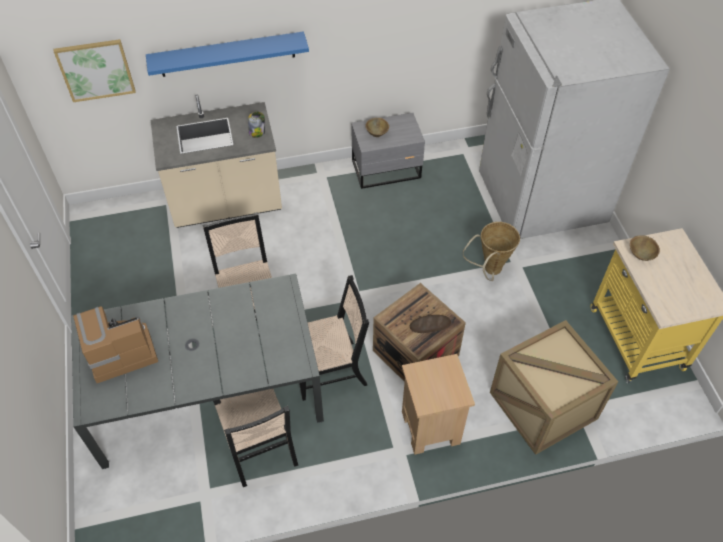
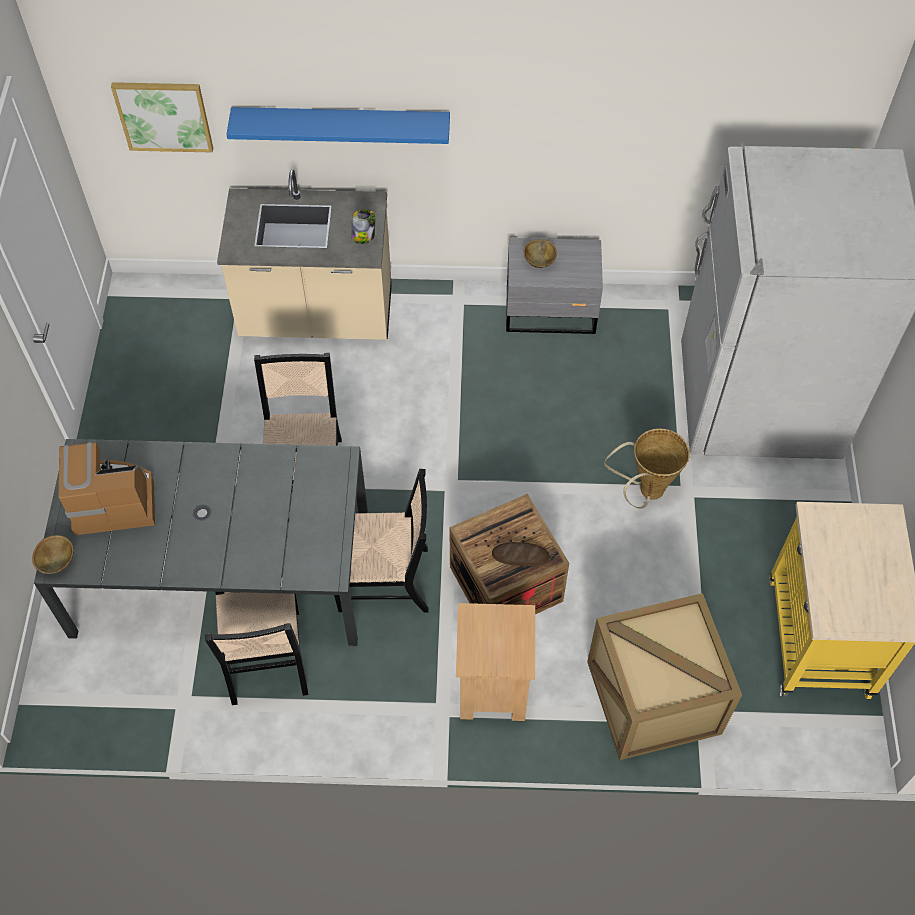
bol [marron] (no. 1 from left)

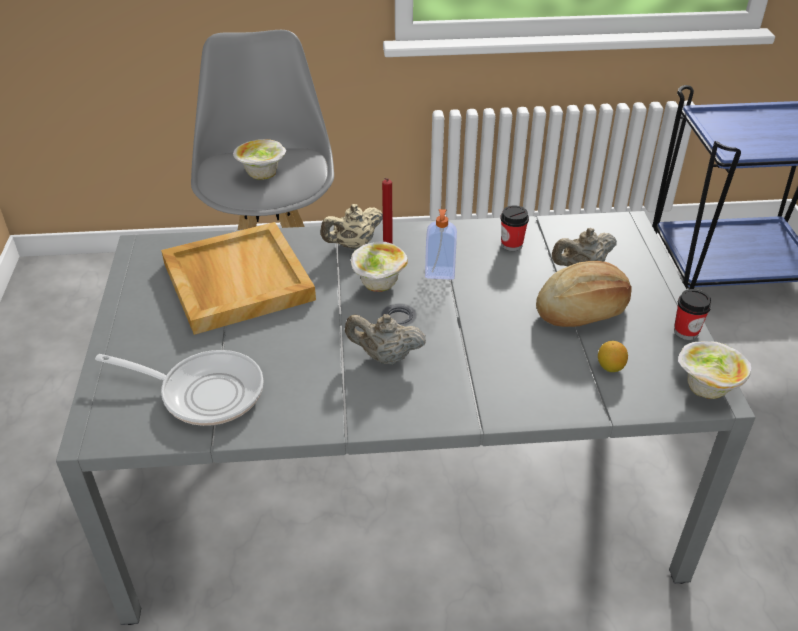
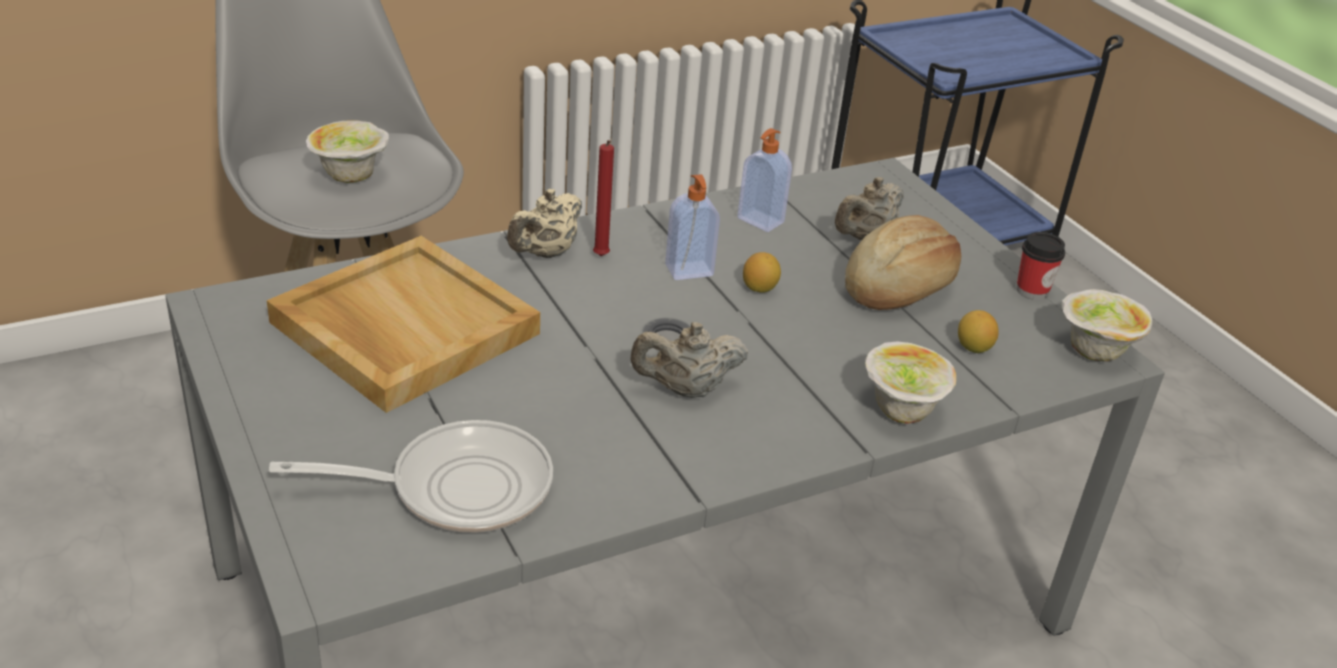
citron (no. 1 from left)
bol (no. 2 from left)
distributeur de savon (no. 2 from left)

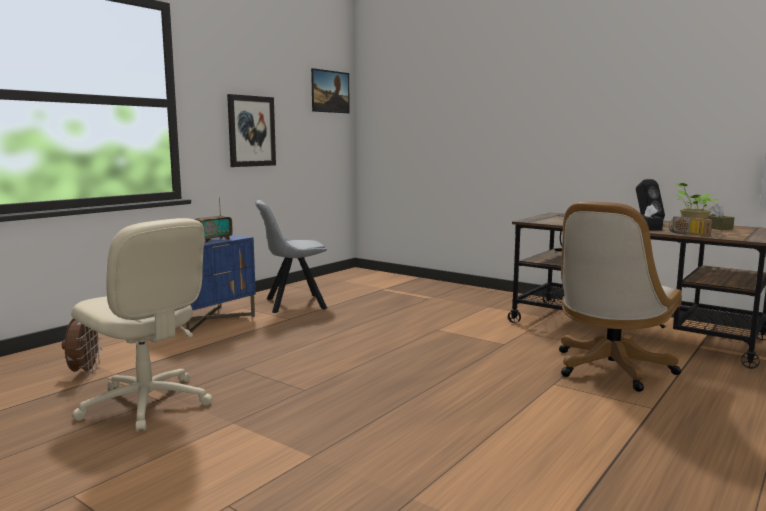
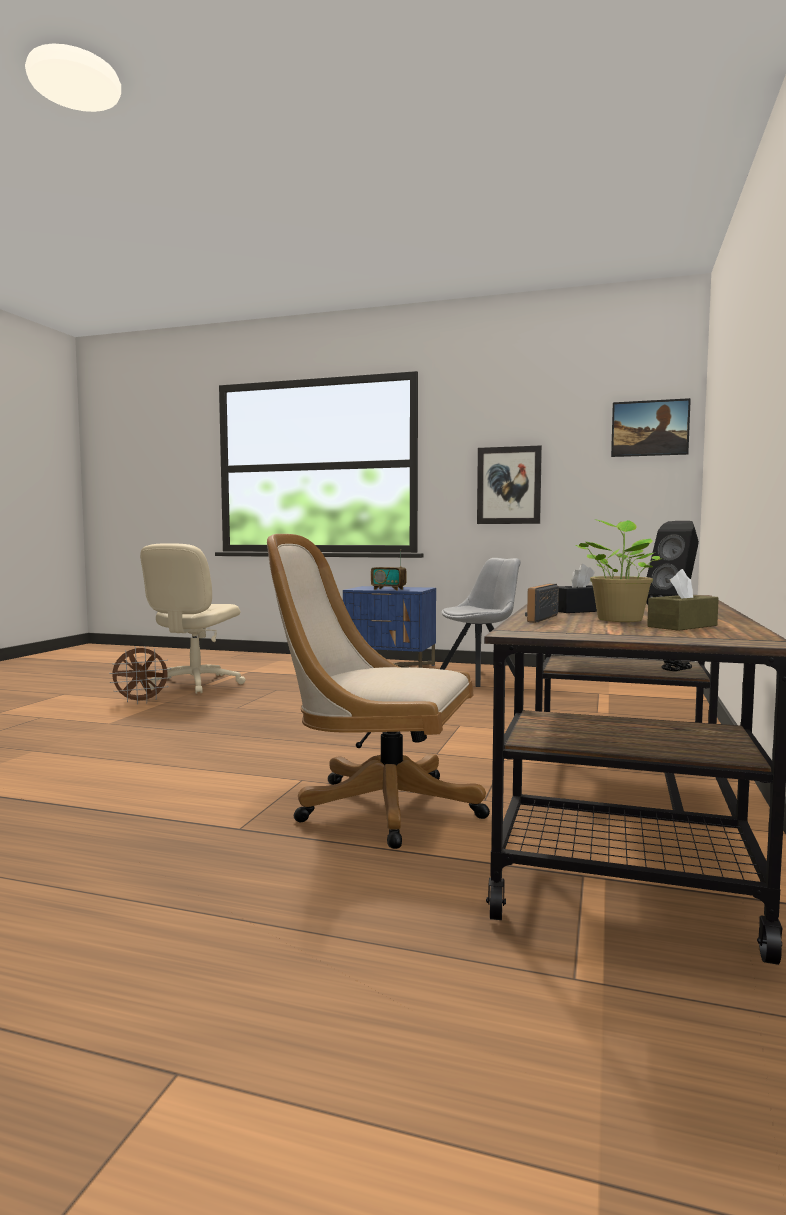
ventilateur [marron]
chaise [gris]

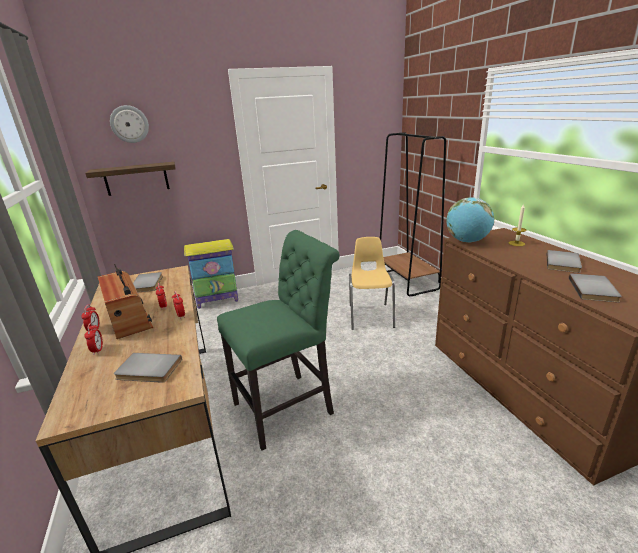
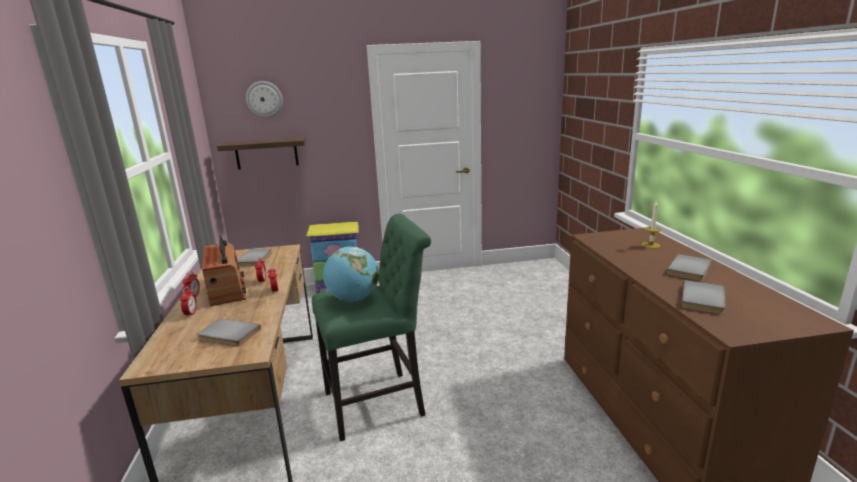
chaise [jaune]
portant
globe

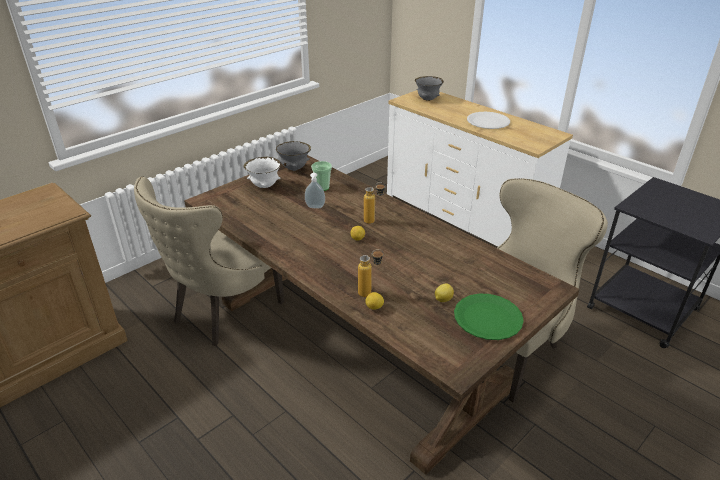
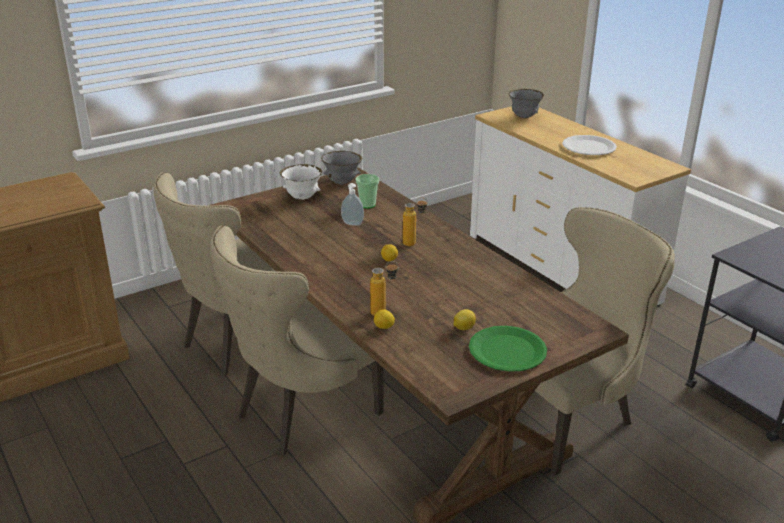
chaise [beige] (no. 2 from left)

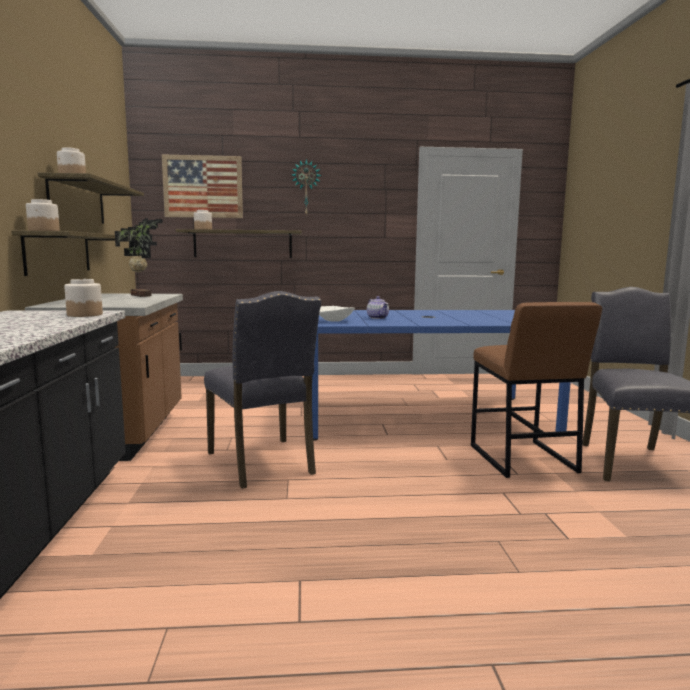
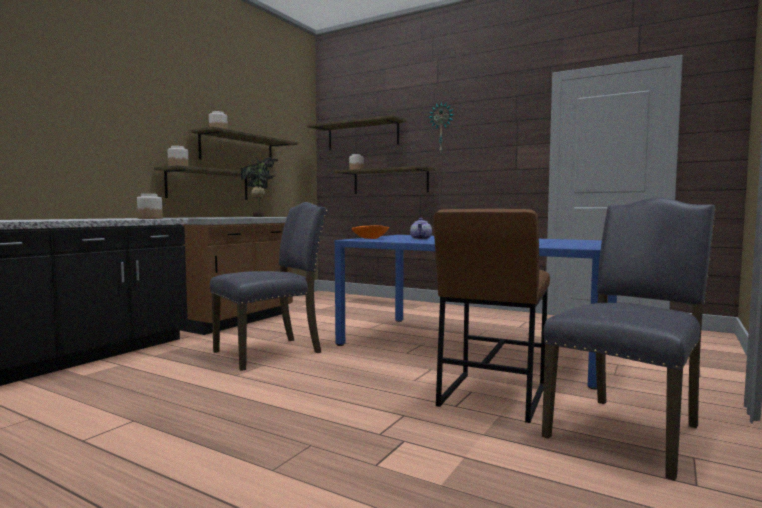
étagère (no. 3 from left)
bol [orange]
chaise [gris] (no. 1 from left)

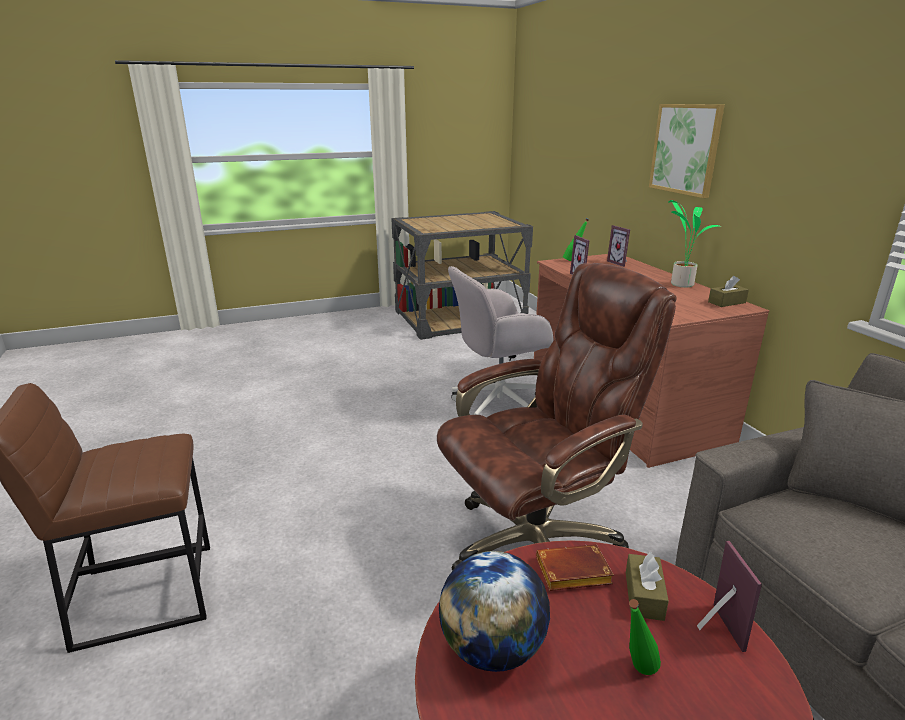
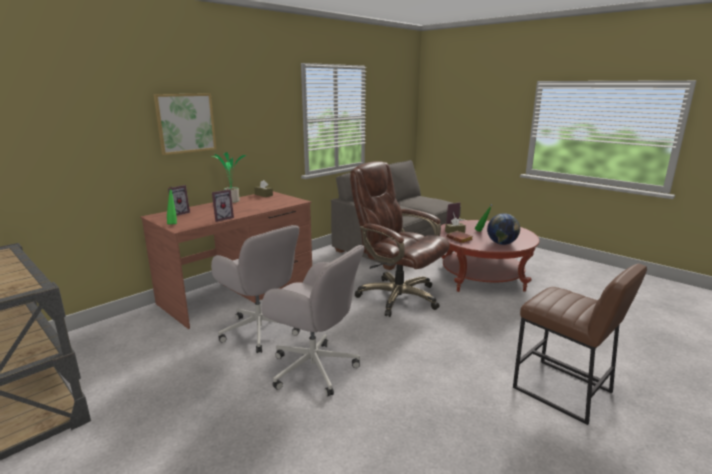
chaise de bureau [gris] (no. 2 from left)

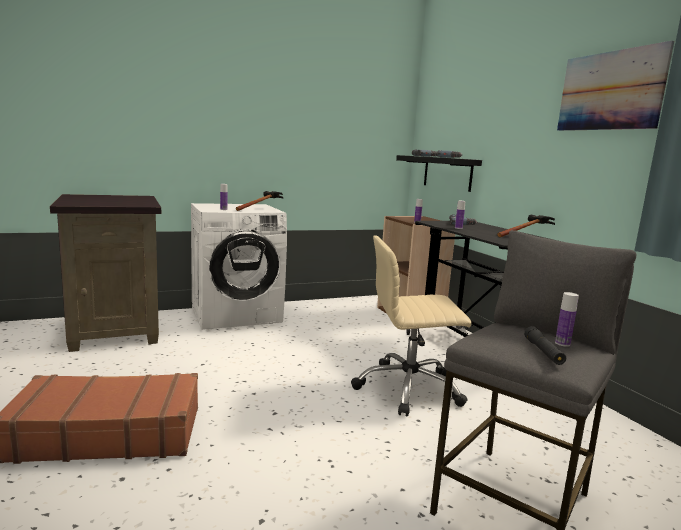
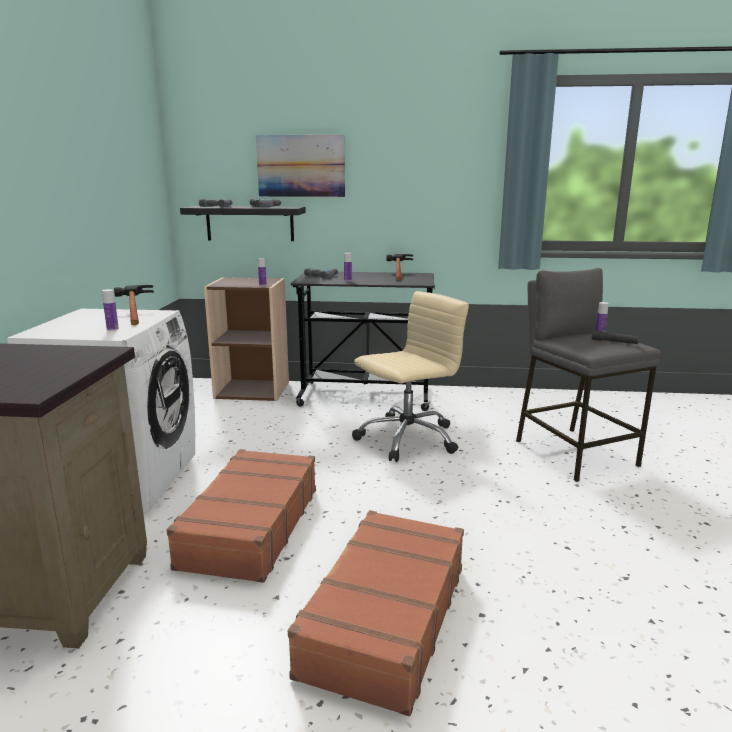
valise [marron] (no. 1 from left)
tableau
chaise de bureau [beige]

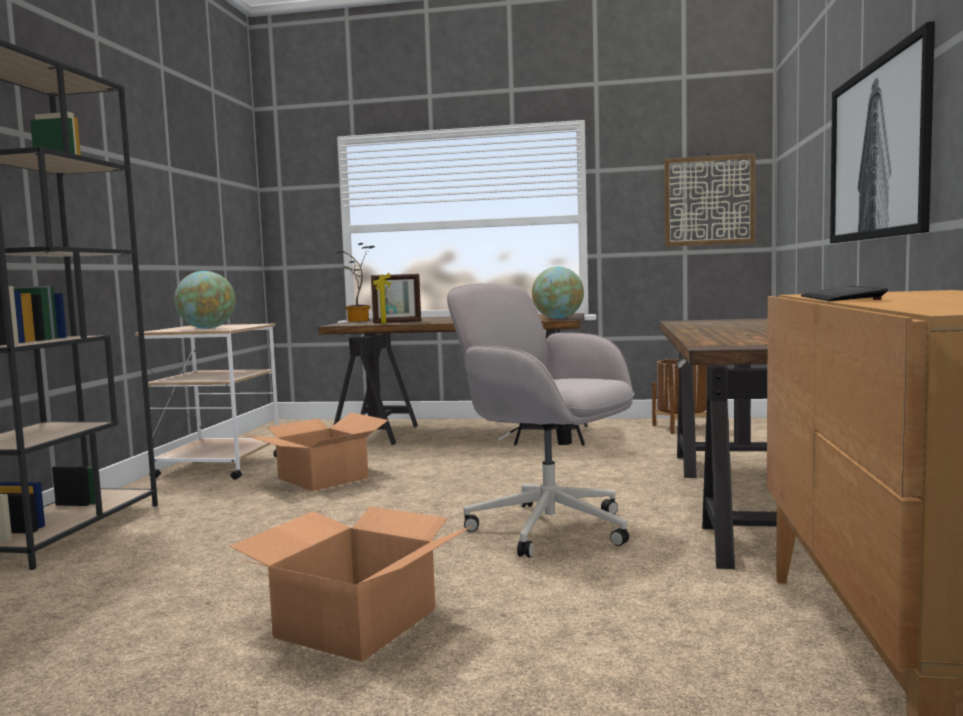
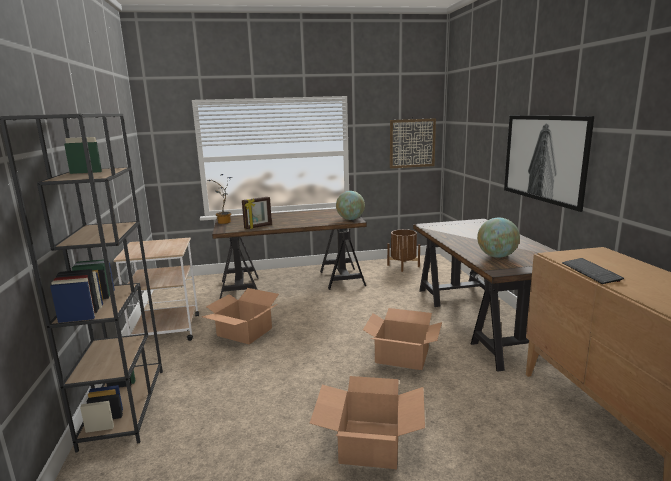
globe (no. 2 from left)
carton (no. 3 from left)

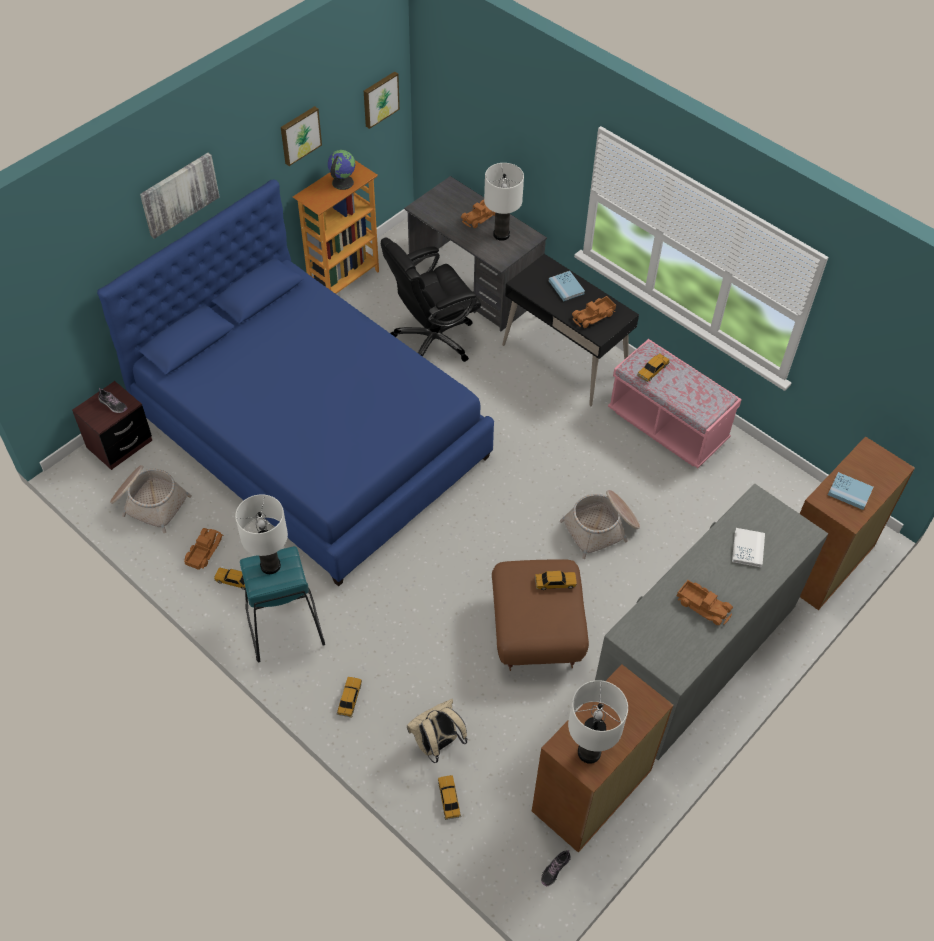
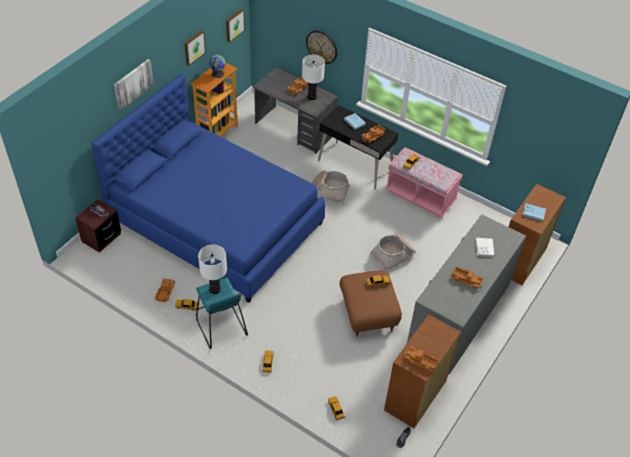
chaise de bureau [noir]
sac à dos [beige]
horloge murale
panier (no. 1 from left)
camion jouet (no. 4 from left)

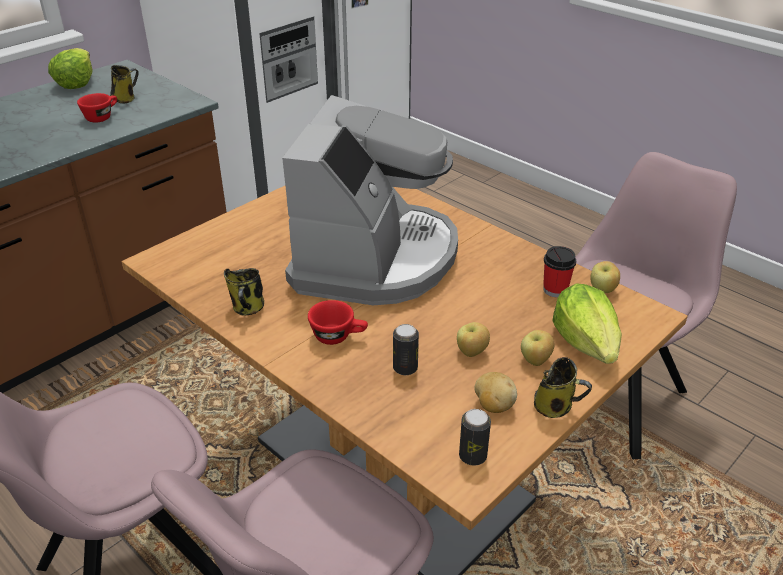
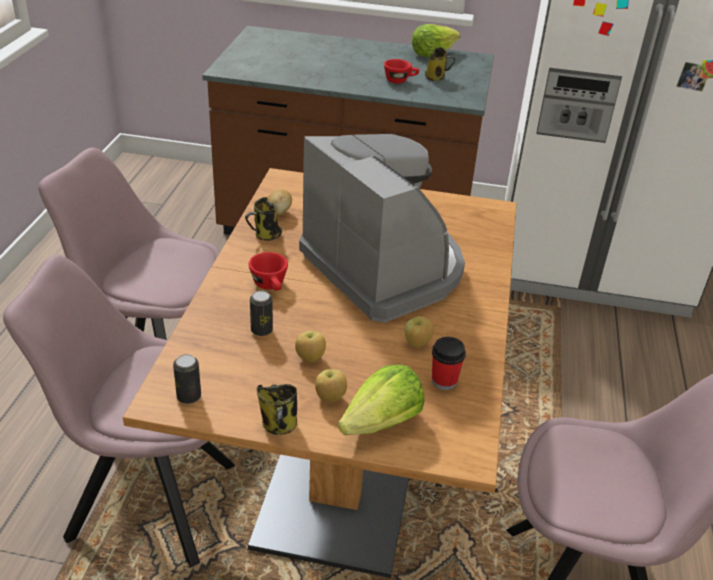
pomme de terre
pomme (no. 3 from left)
machine à café

